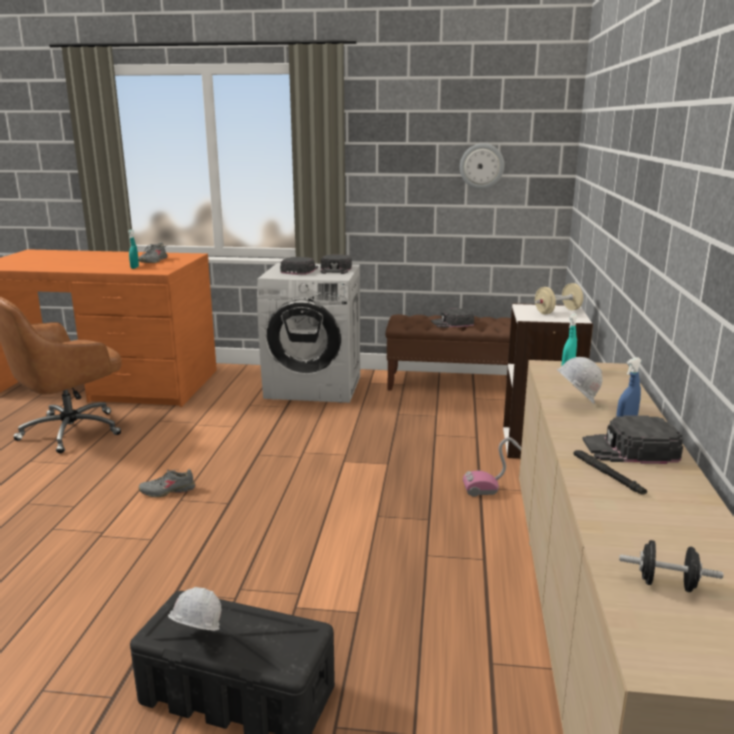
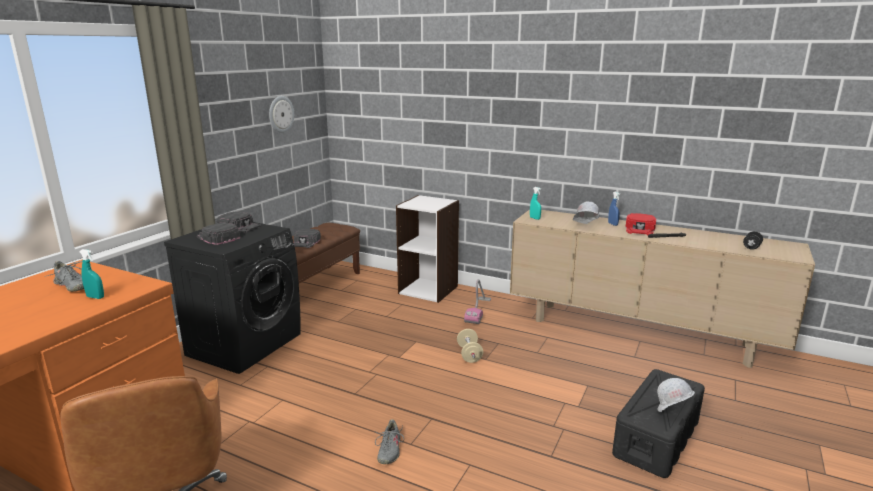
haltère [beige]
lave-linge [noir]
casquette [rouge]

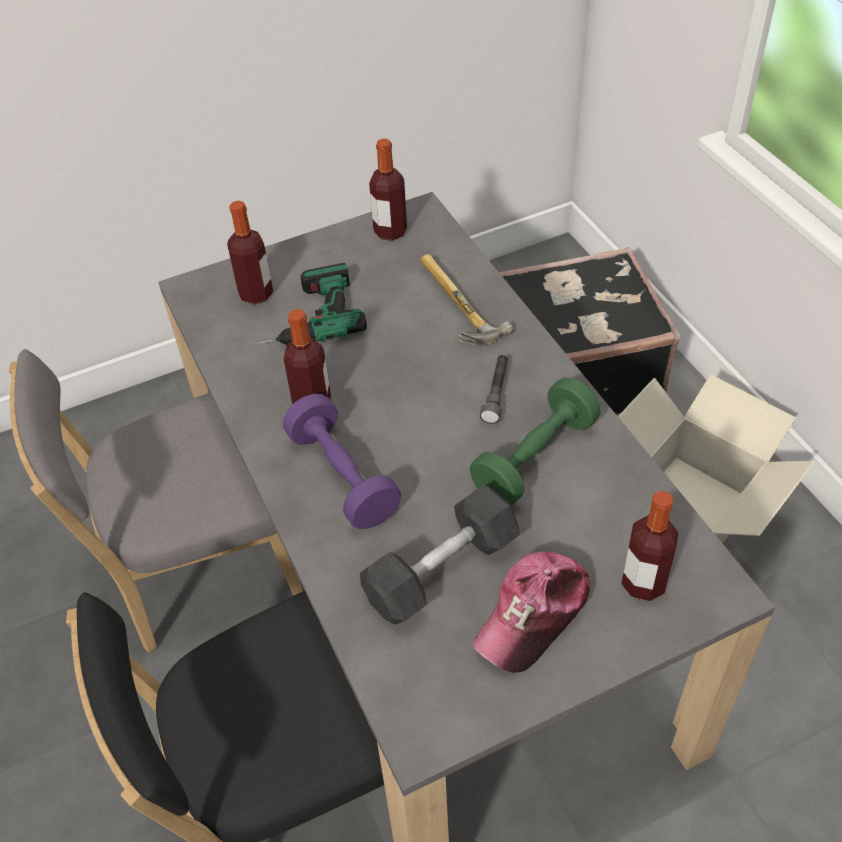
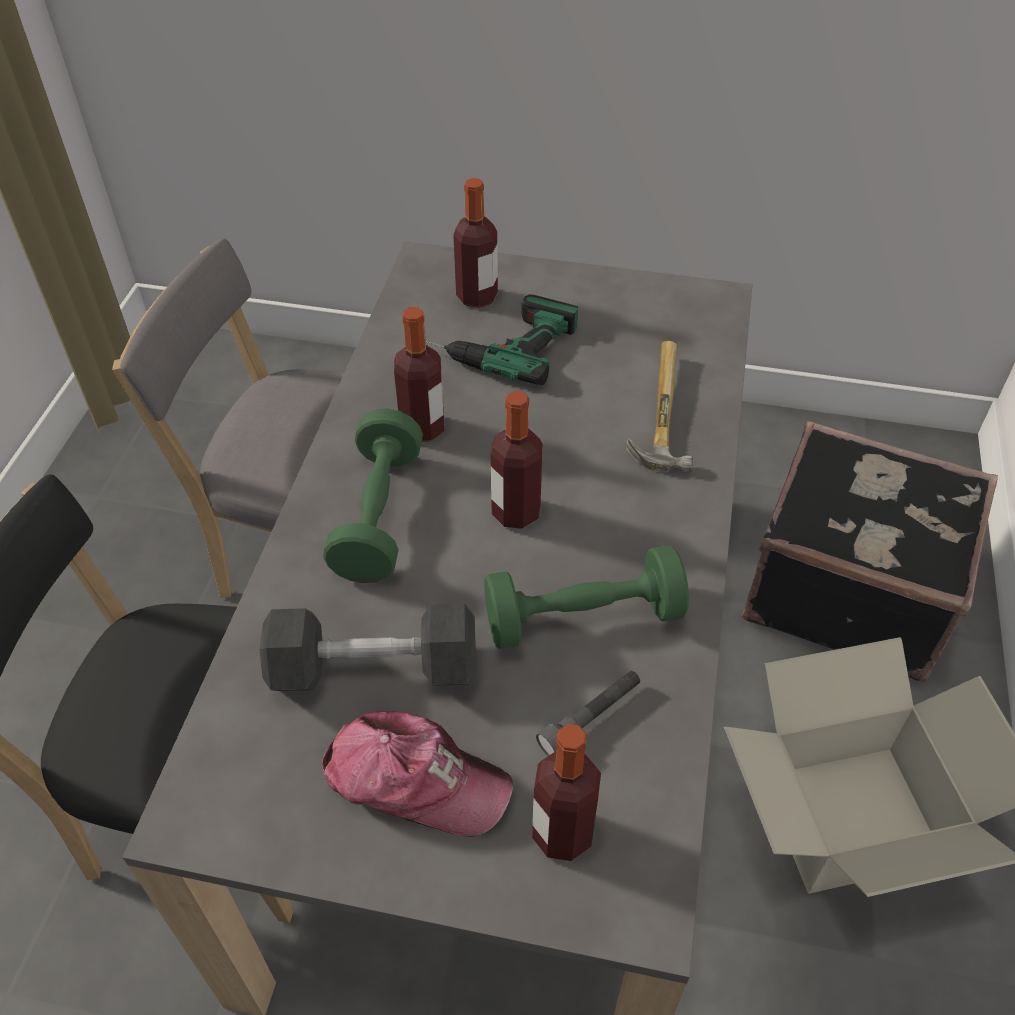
bouteille (no. 3 from left)
lampe de poche [gris]
haltère [vert] (no. 1 from left)
casquette

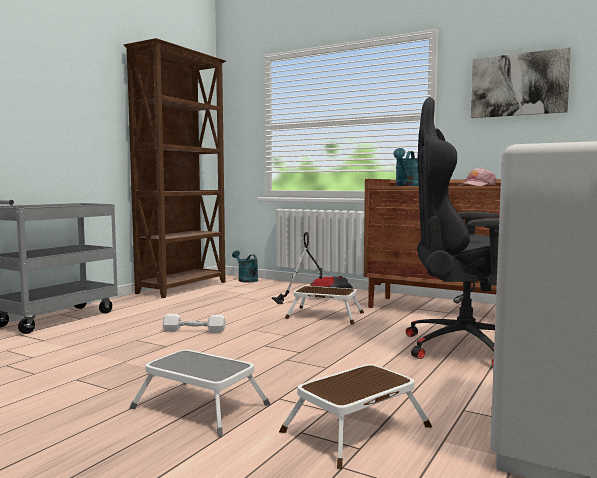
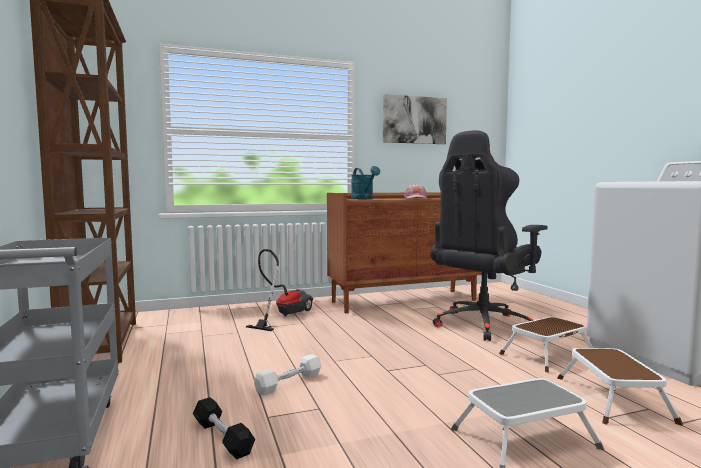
arrosoir [turquoise] (no. 1 from left in the first image)
haltère [noir]
escabeau [marron] (no. 1 from left)

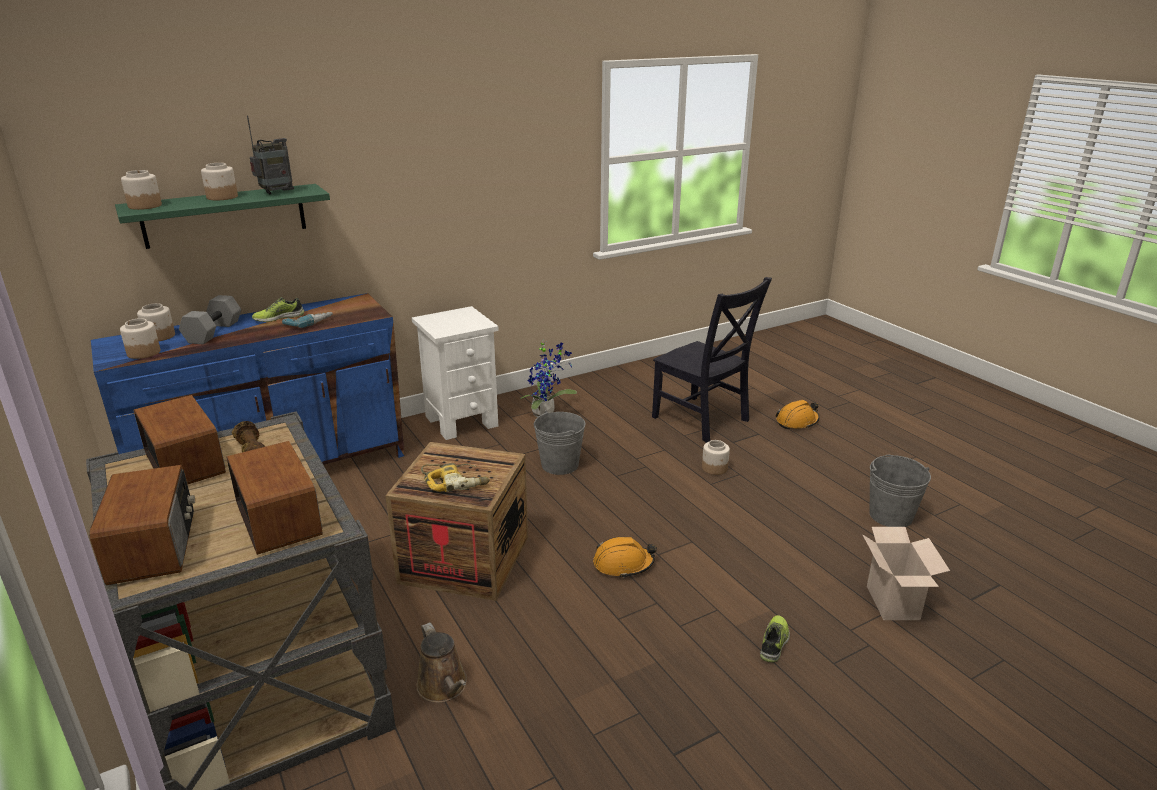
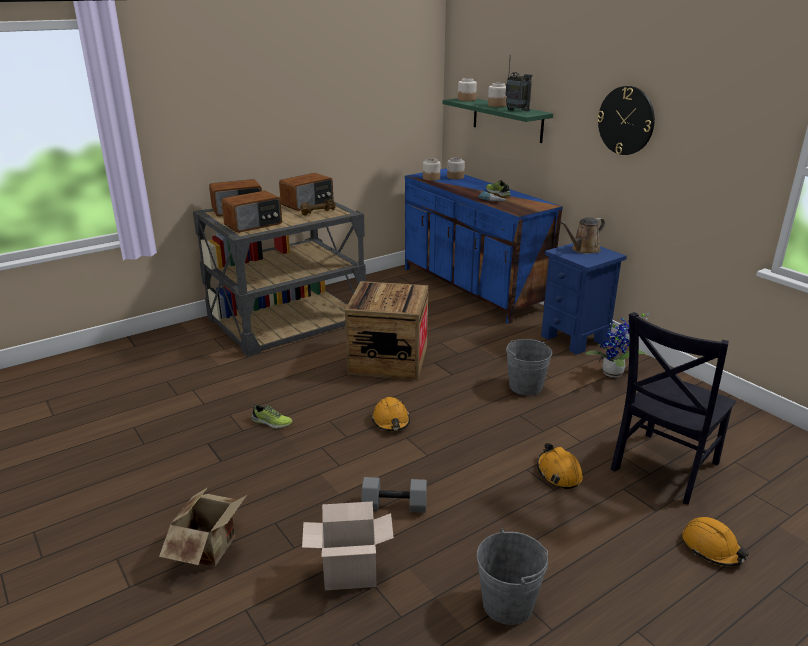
perceuse (no. 2 from left in the first image)
carton (no. 1 from left)
horloge murale
haltère [gris]
arrosoir [marron]
chaussure (no. 1 from left)
casque de chantier [orange] (no. 2 from left)
table de chevet [bleu]

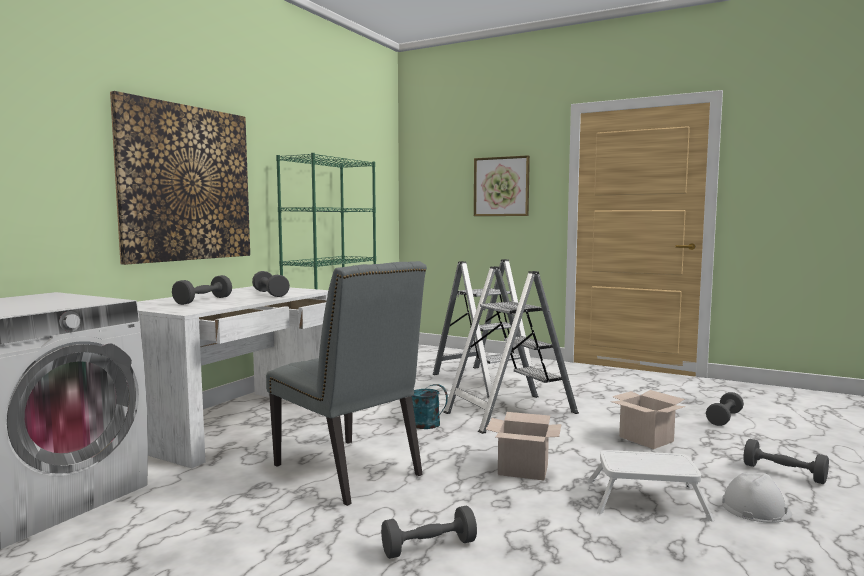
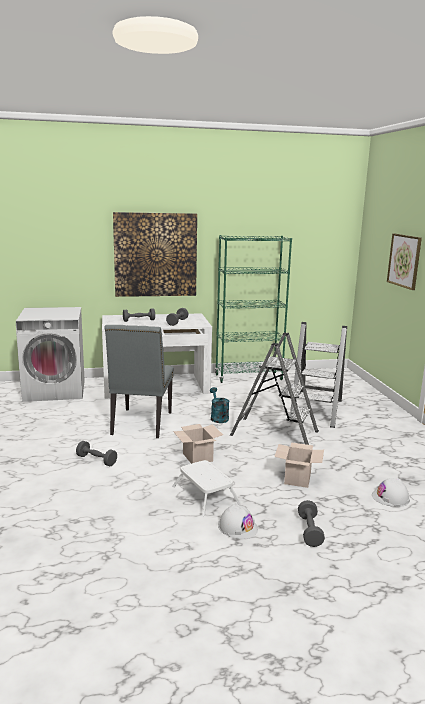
casque de chantier [blanc] (no. 2 from left)

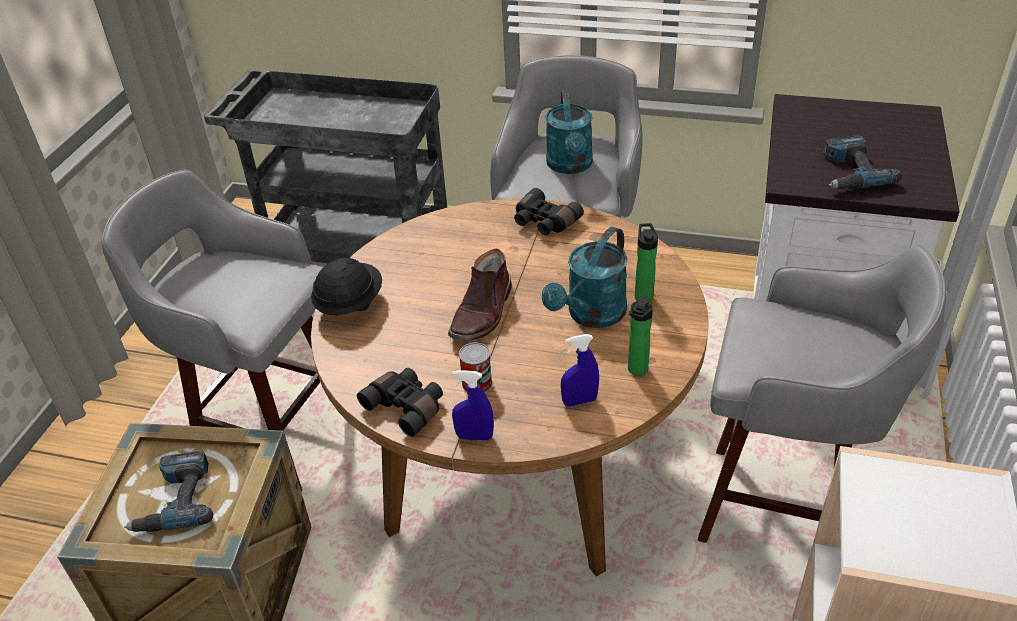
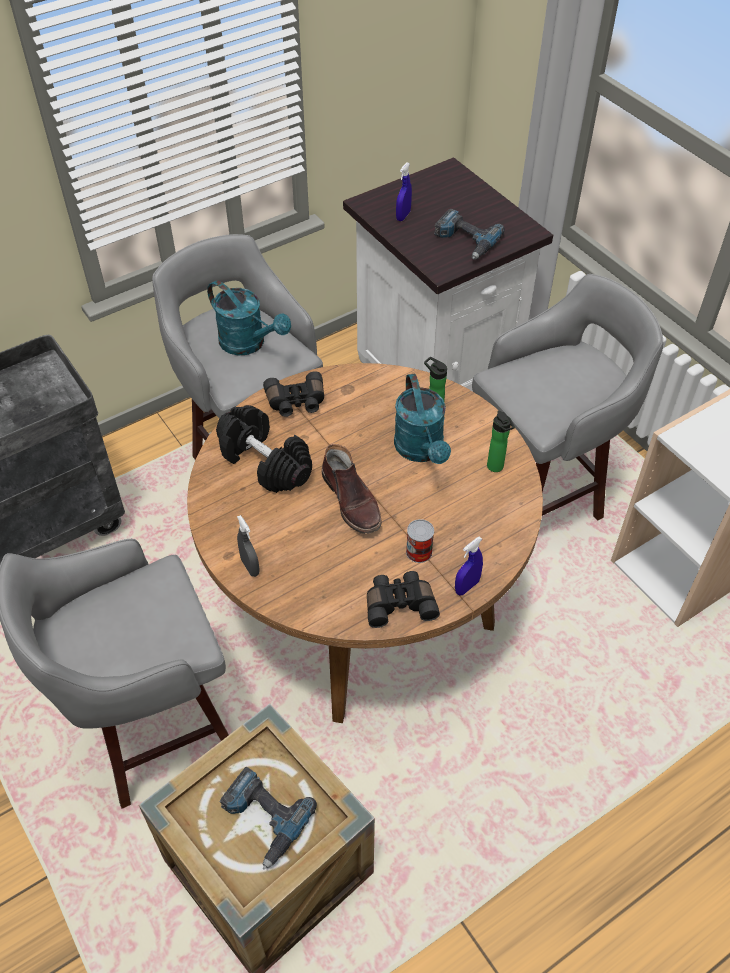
haltère [noir]
vaporisateur [bleu] (no. 1 from left)
vaporisateur [gris]

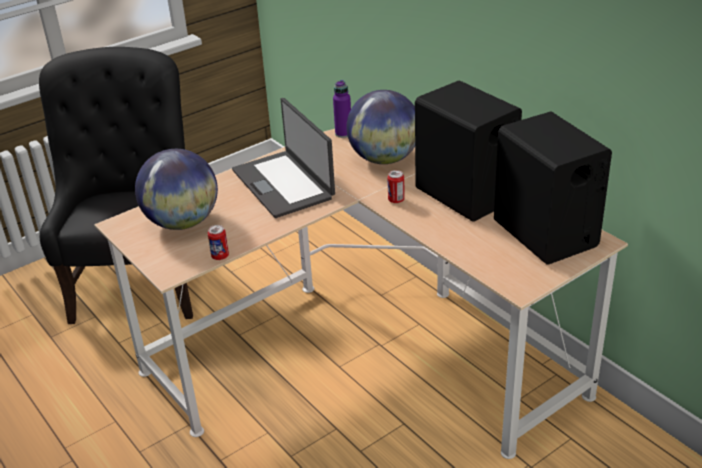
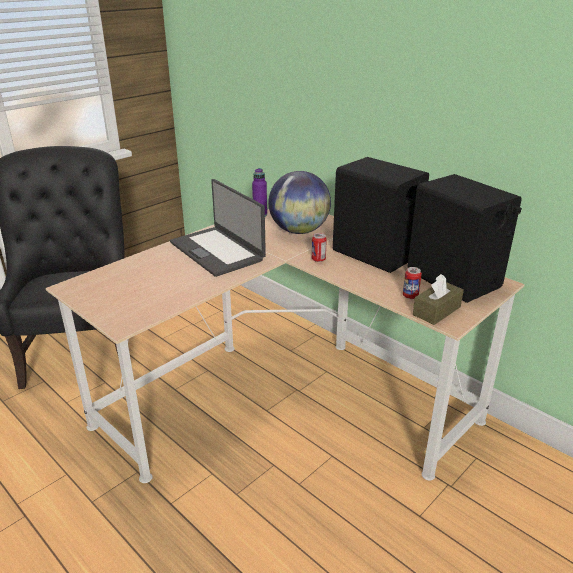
globe (no. 1 from left in the first image)
boîte à mouchoirs [marron]
boîte métallique (no. 2 from left)

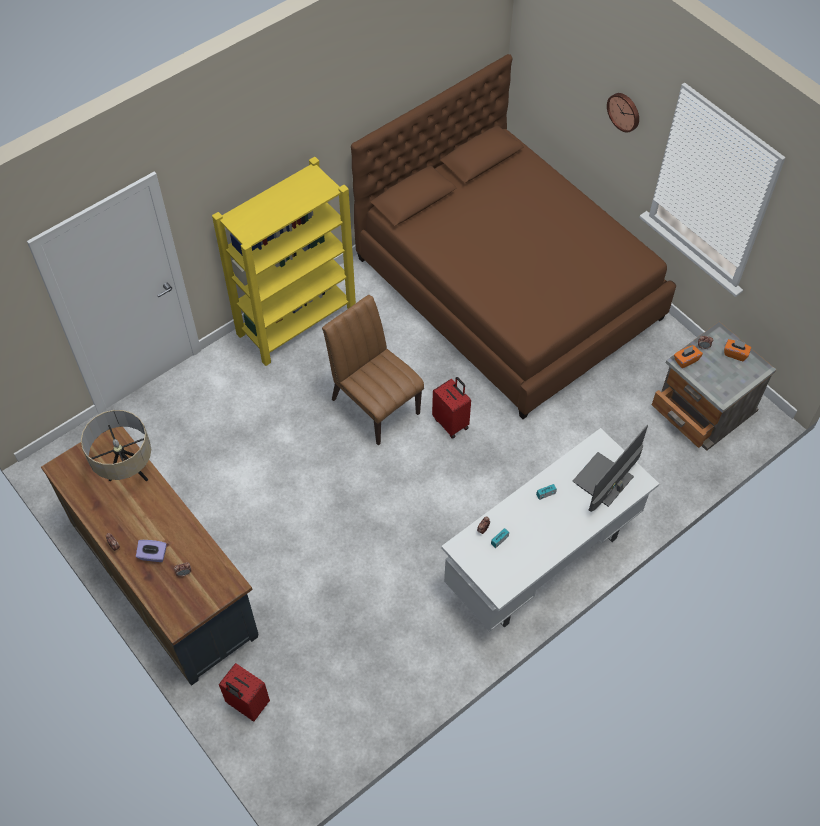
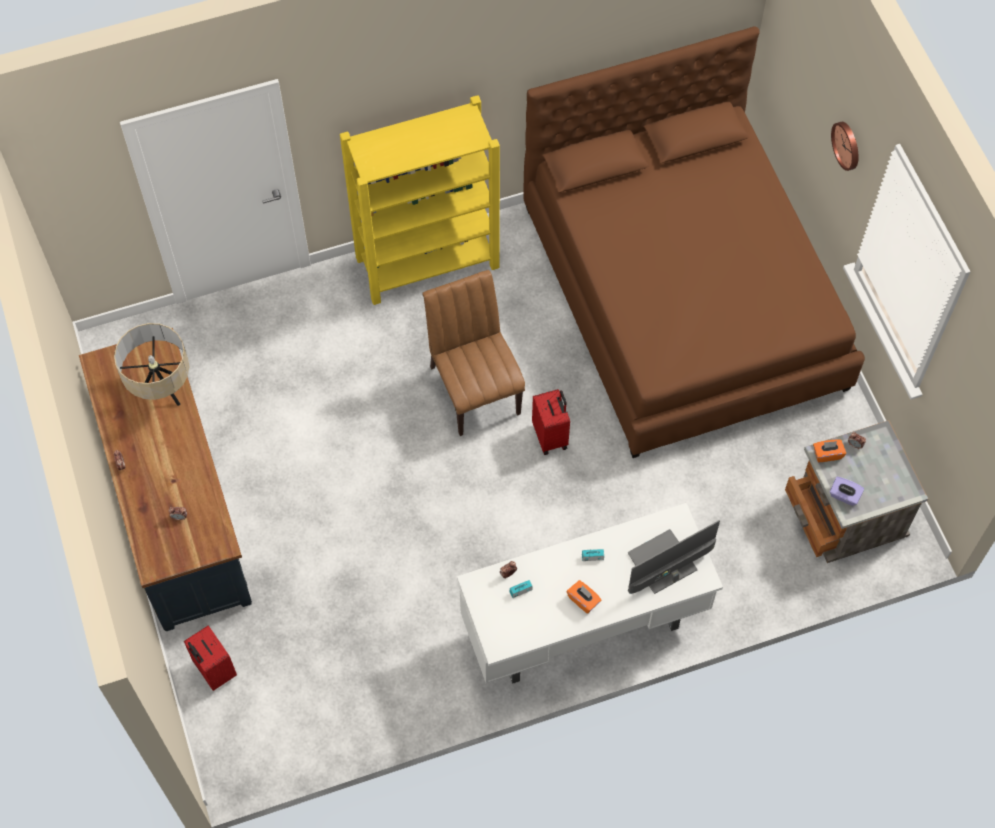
boîte à mouchoirs [violet]
boîte à mouchoirs [orange] (no. 1 from left)

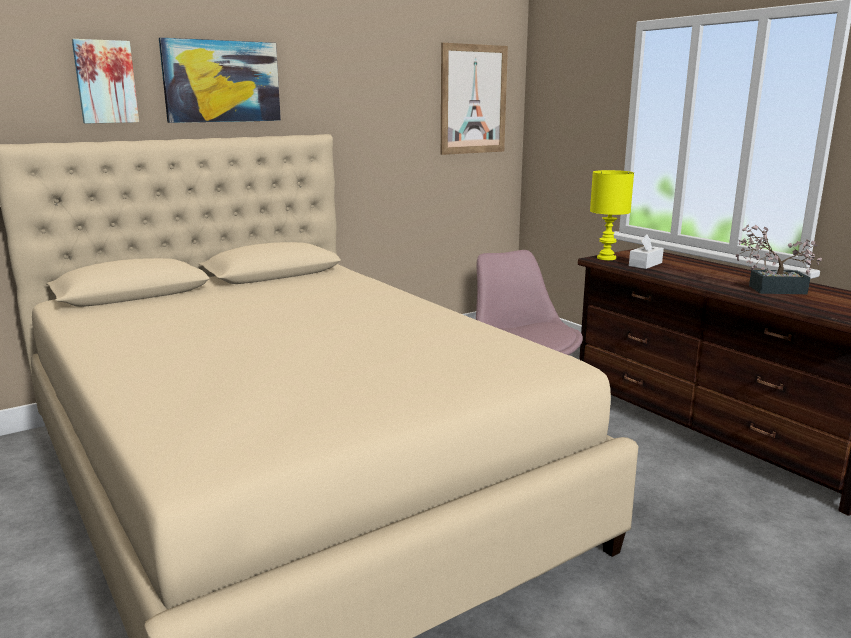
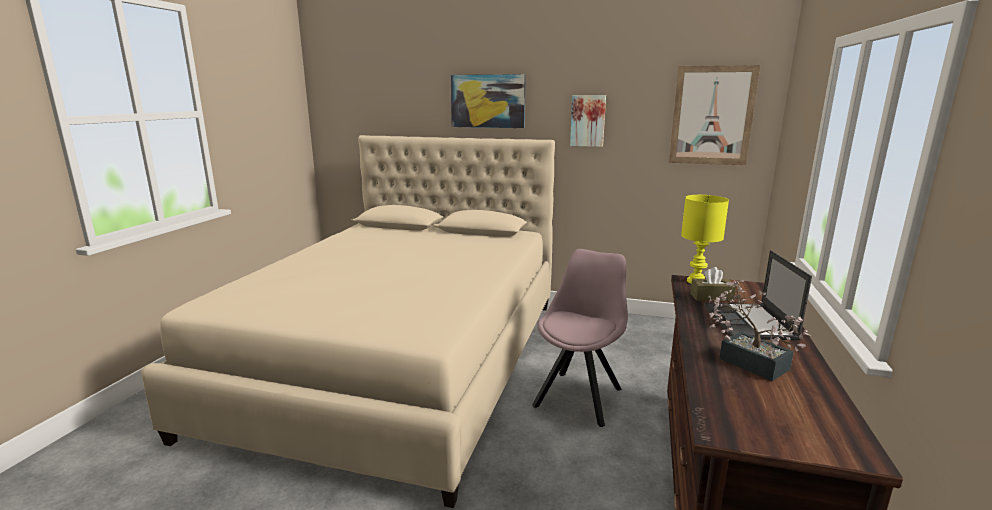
ordinateur portable
tableau (no. 2 from left)
boîte à mouchoirs [marron]

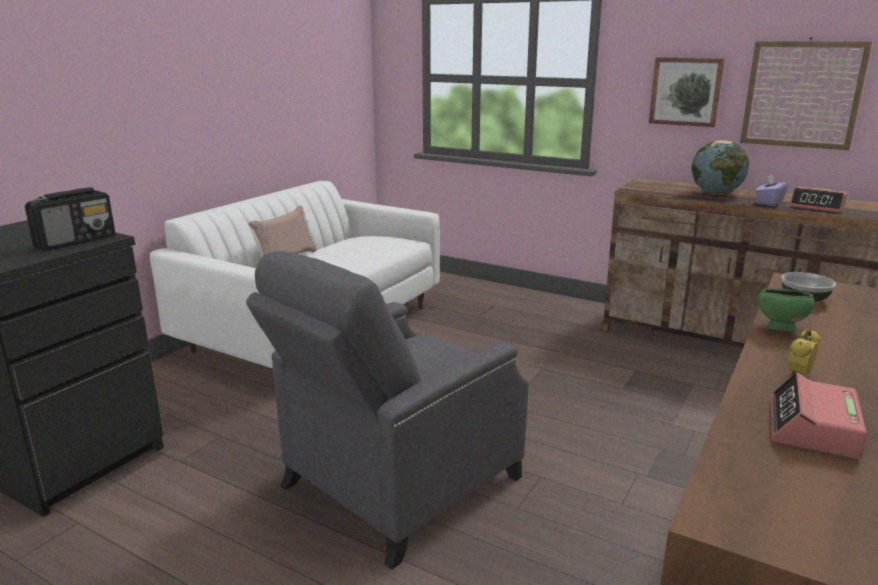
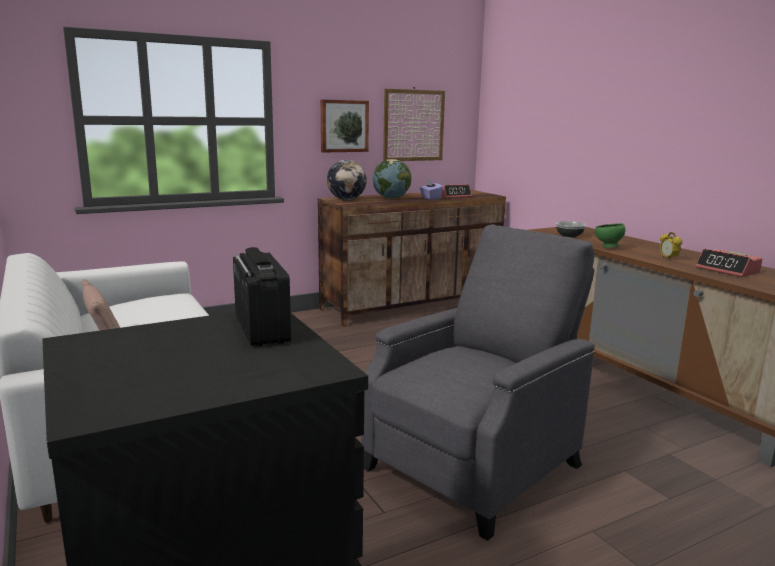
globe (no. 1 from left)
fauteuil [gris]

